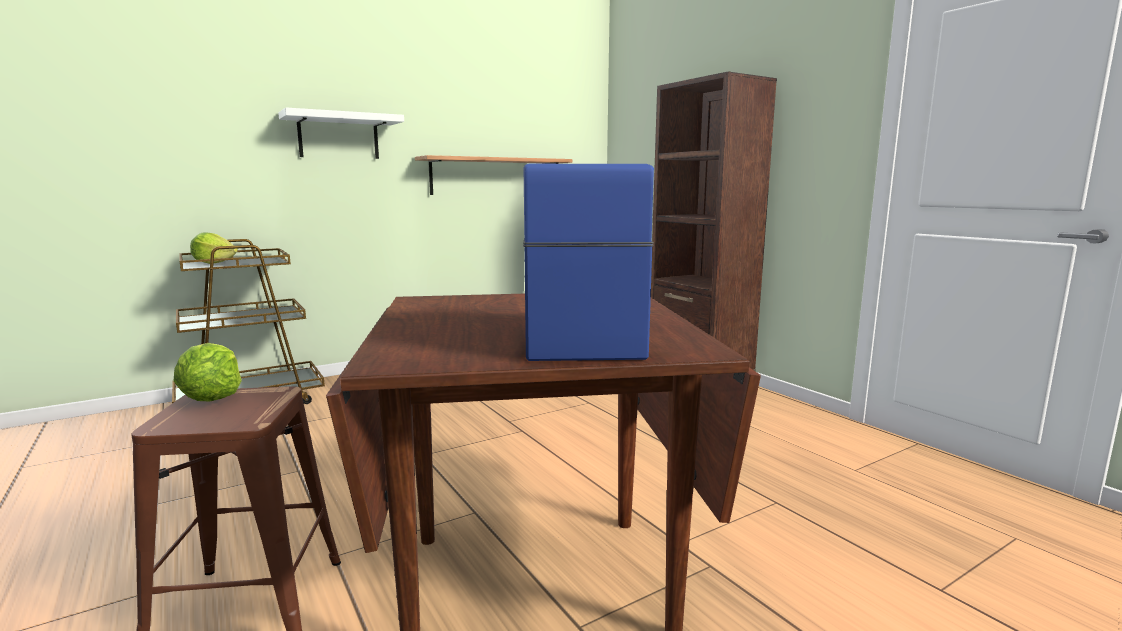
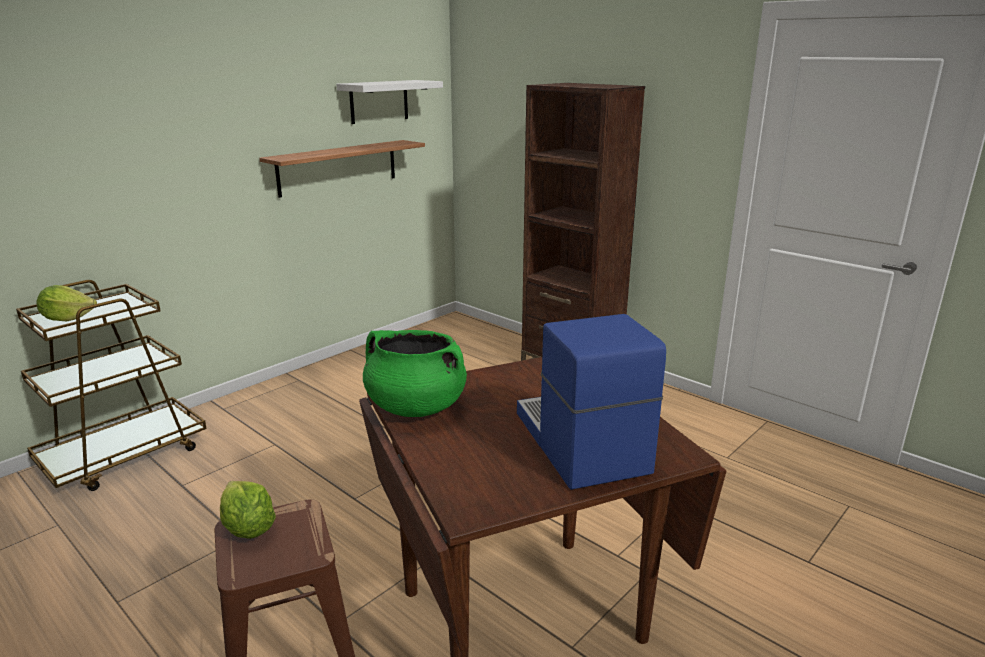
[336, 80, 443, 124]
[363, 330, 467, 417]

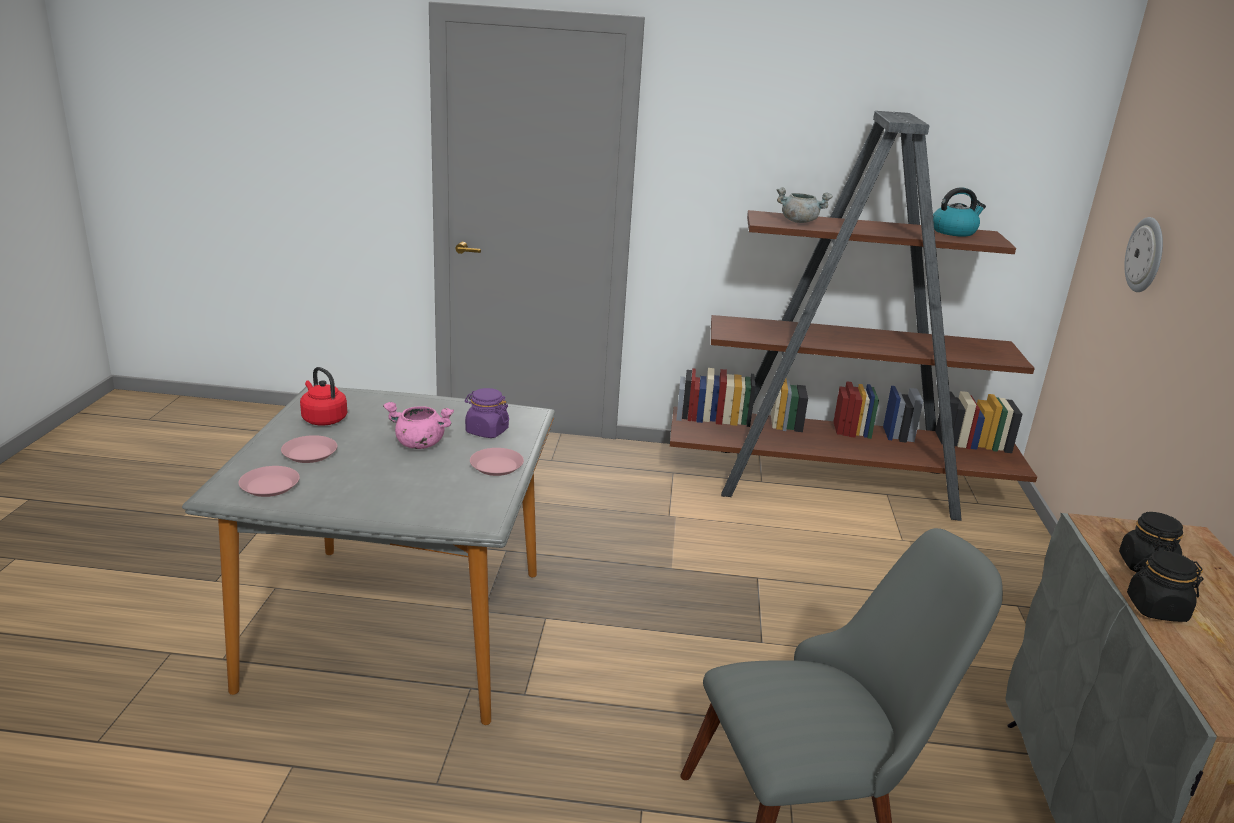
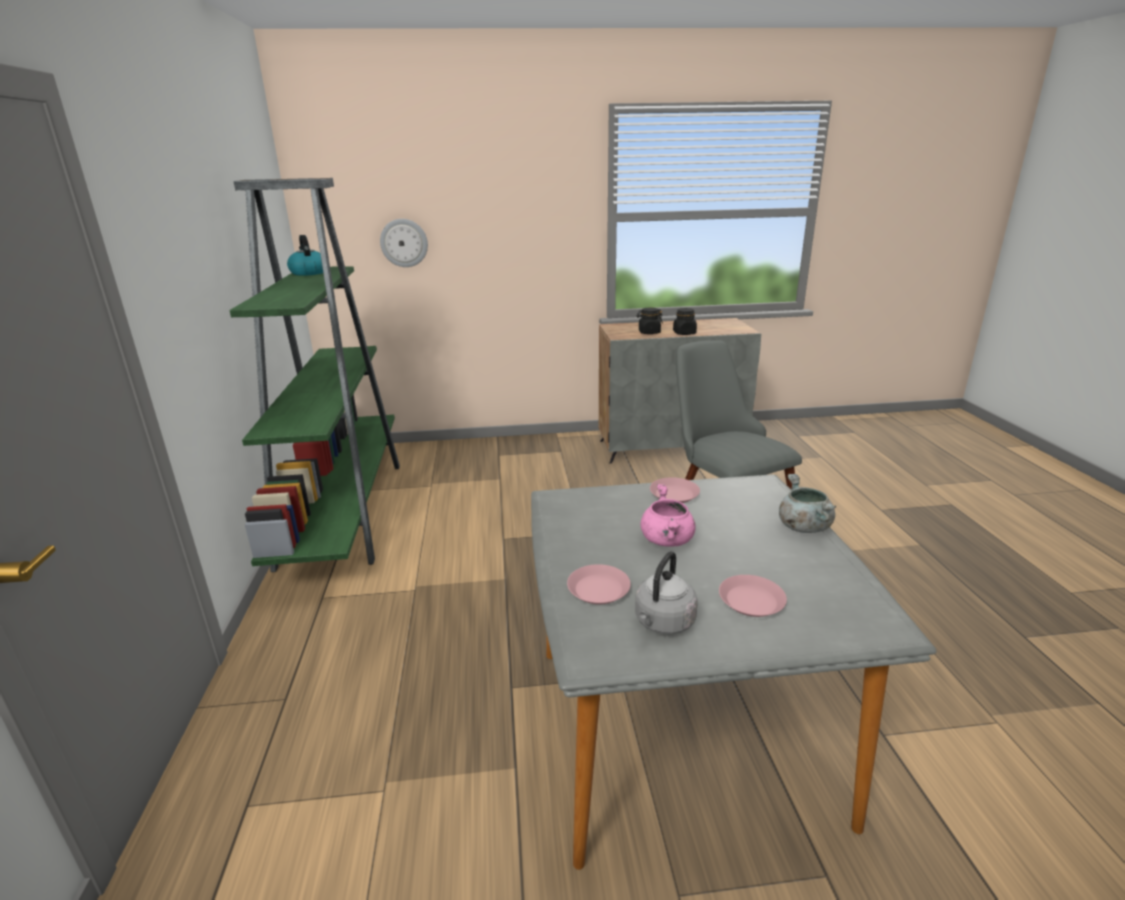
[567, 564, 631, 604]
[635, 551, 698, 634]
[465, 388, 509, 438] (first image)
[229, 178, 400, 572]
[779, 474, 836, 533]

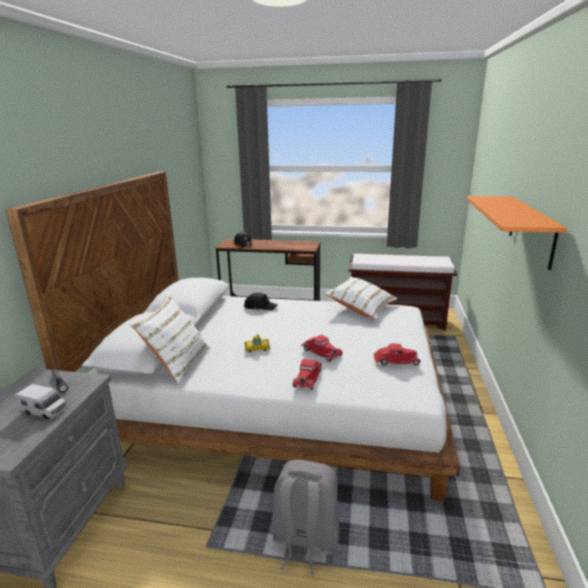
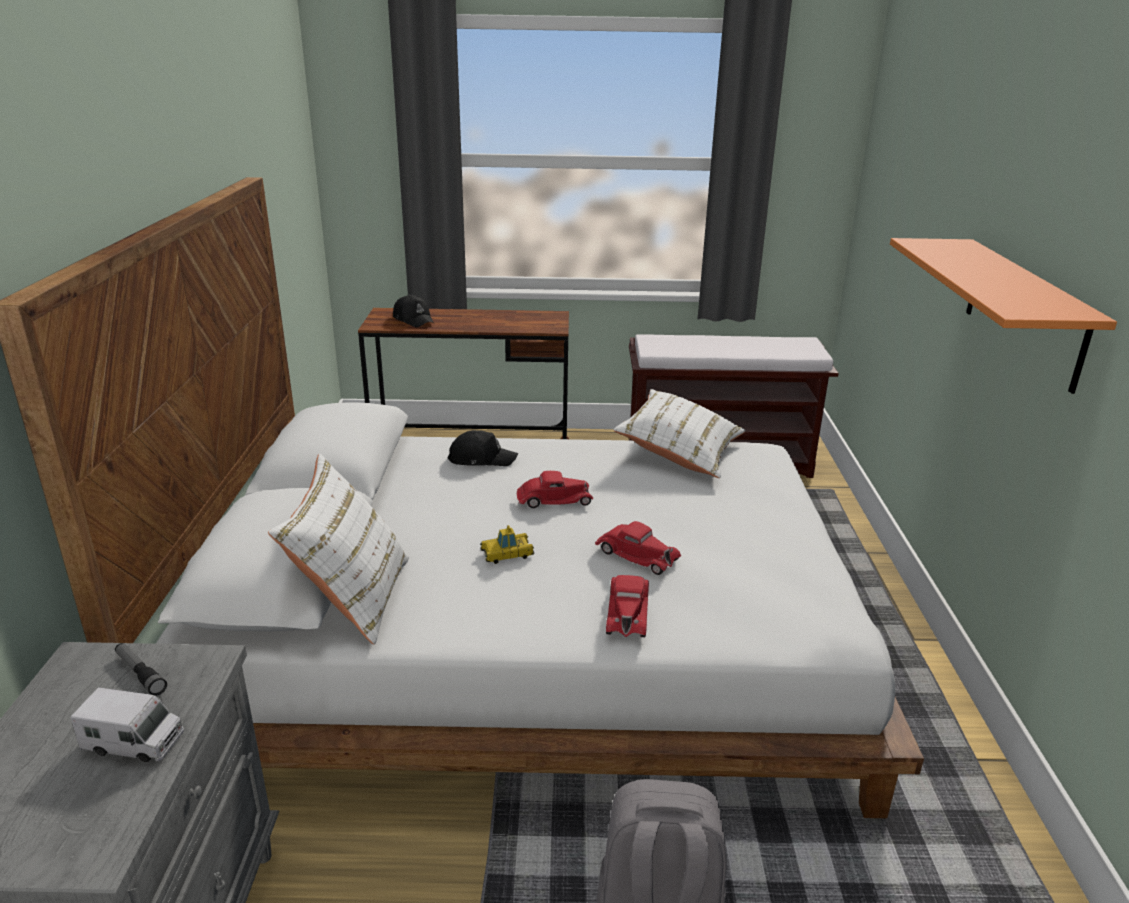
[517, 471, 593, 508]

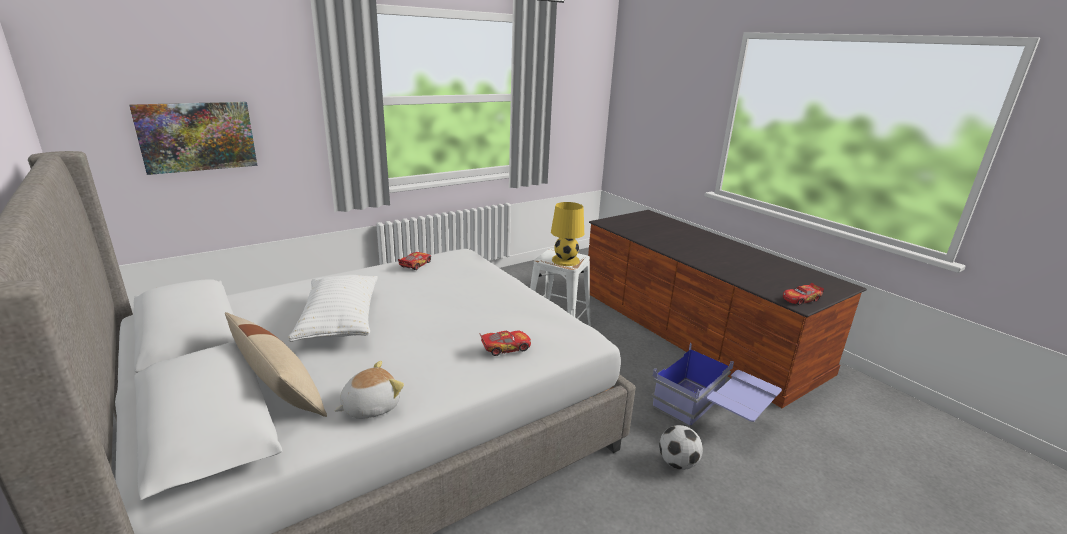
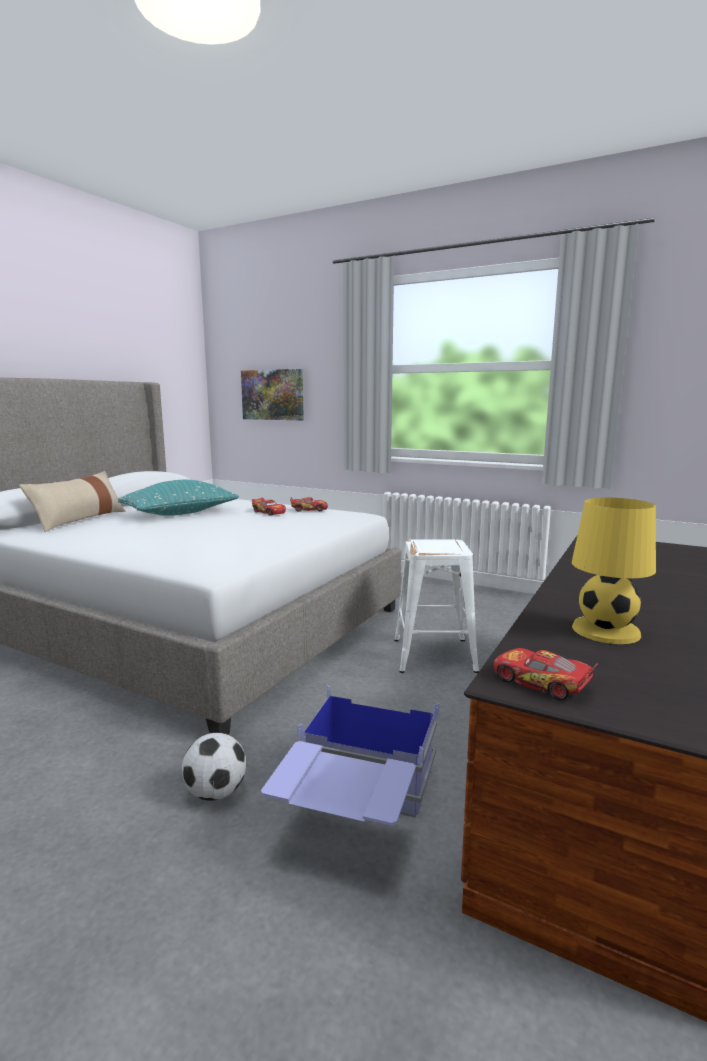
[118, 480, 239, 516]
[334, 361, 404, 419] (first image)
[252, 498, 286, 515]
[572, 498, 656, 644]

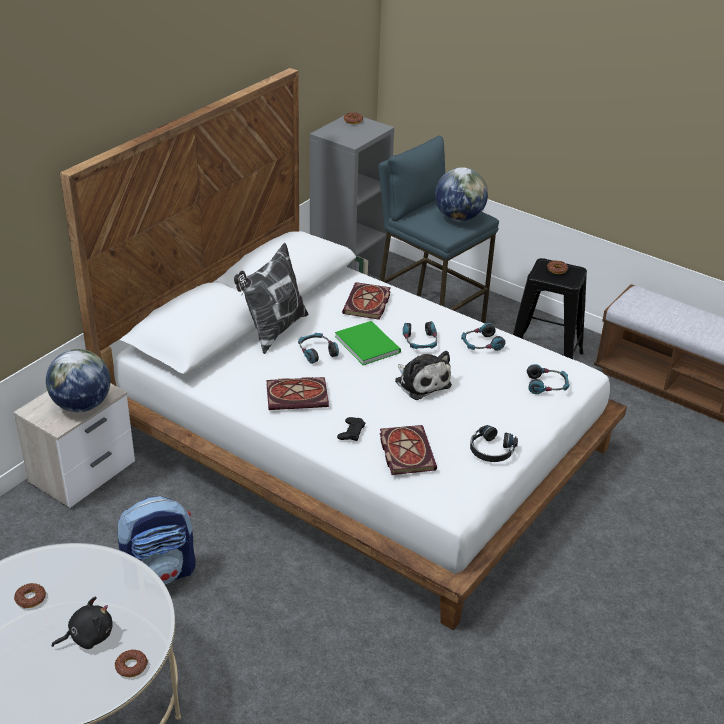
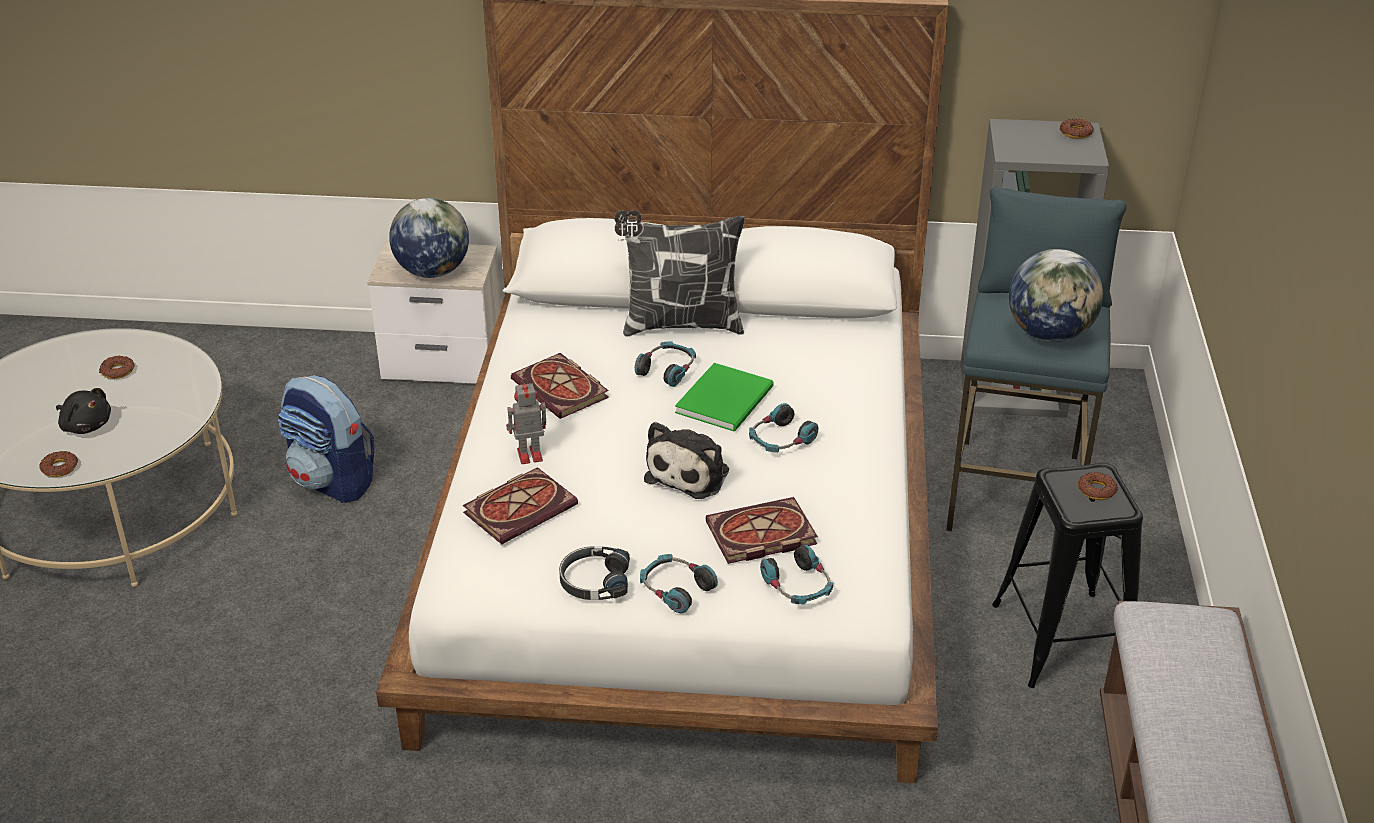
[506, 378, 546, 464]
[706, 497, 818, 564]
[640, 554, 718, 613]

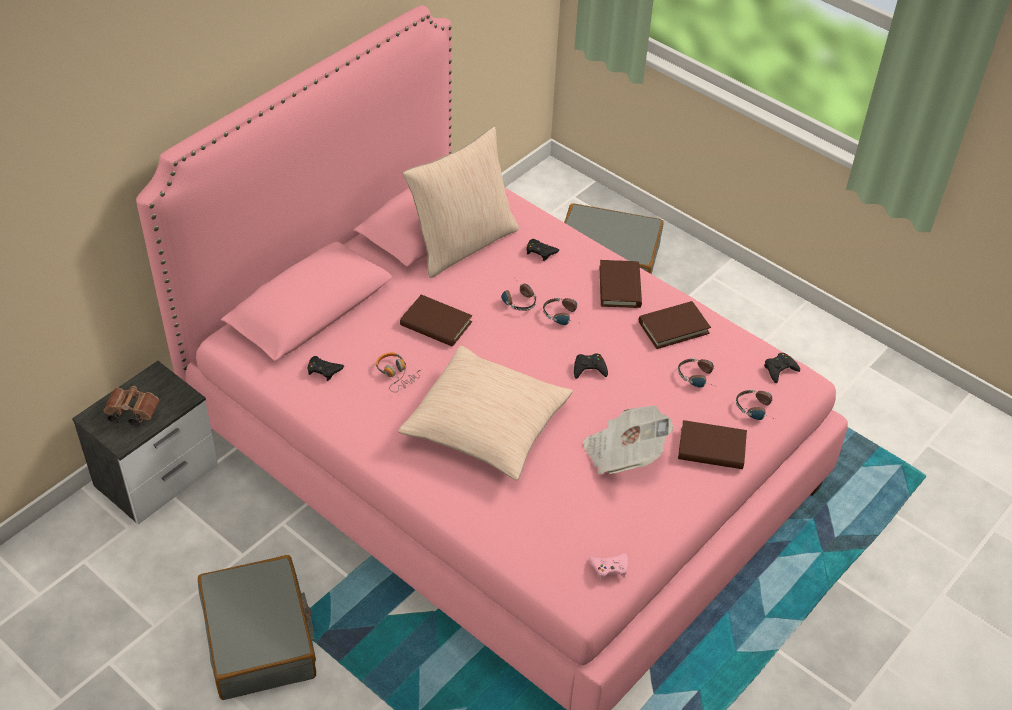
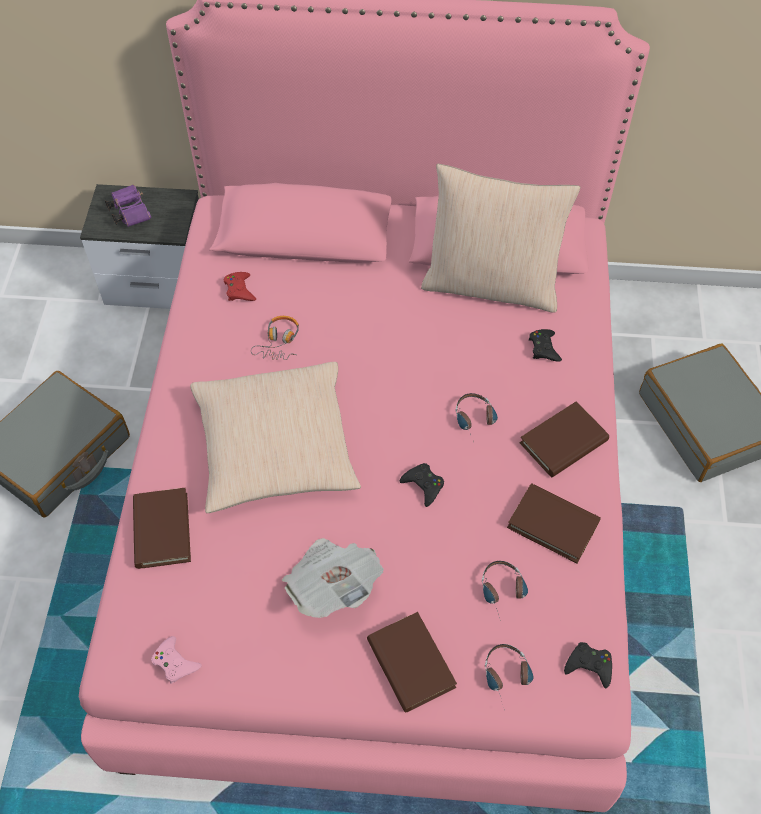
[105, 184, 151, 227]
[224, 272, 256, 301]
[133, 488, 191, 569]
[501, 282, 536, 311] (first image)

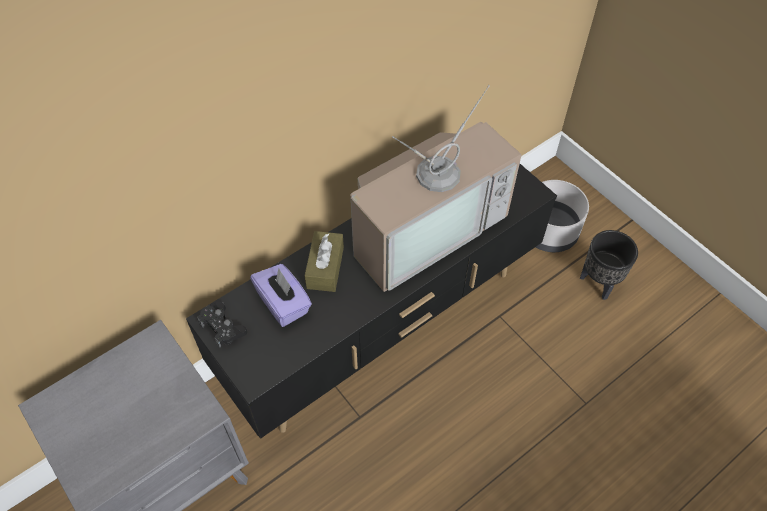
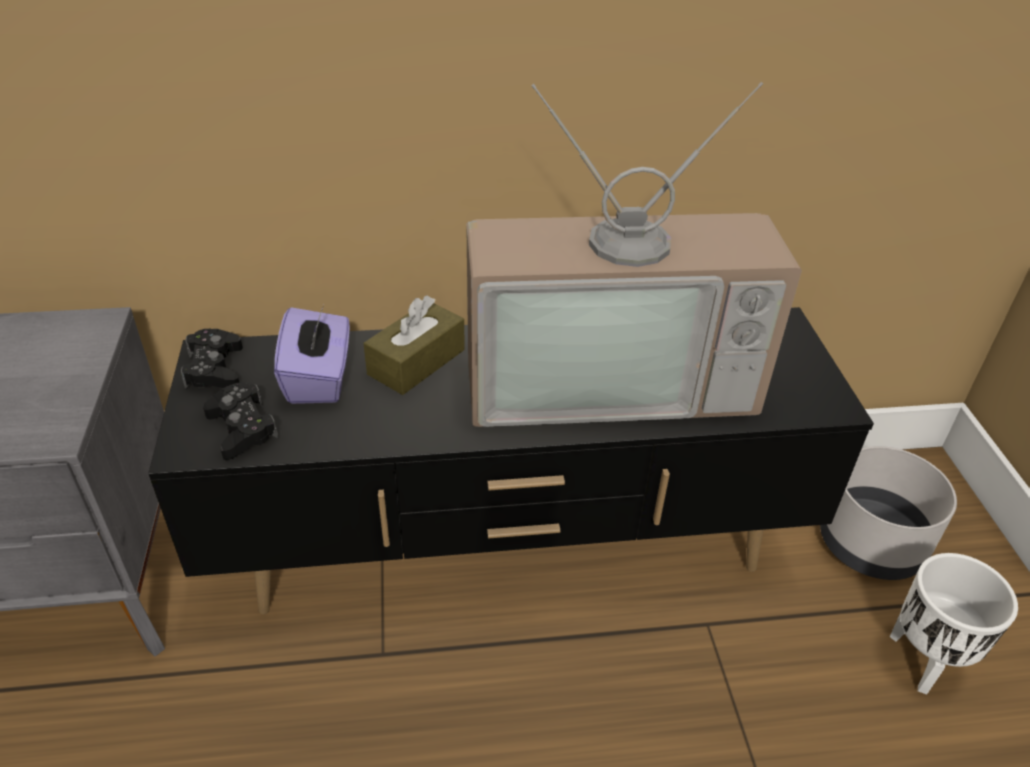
[890, 553, 1018, 695]
[203, 383, 279, 460]

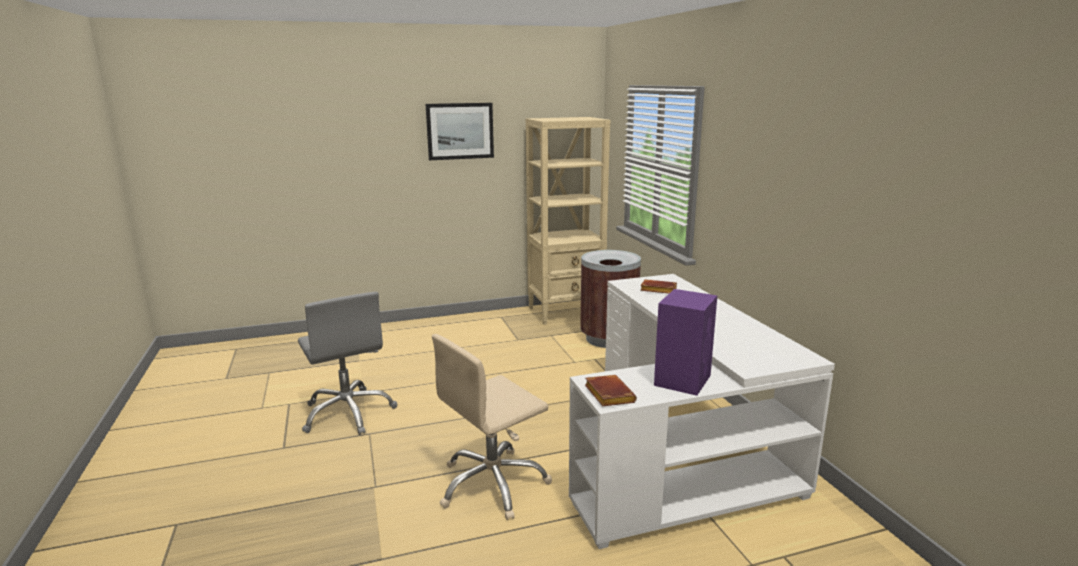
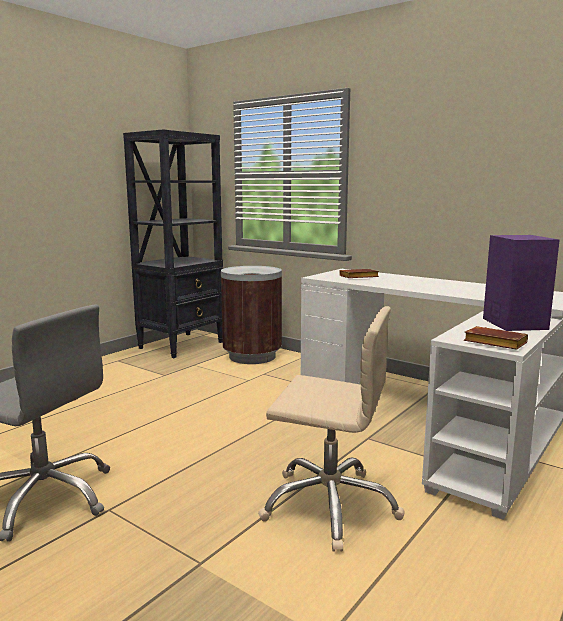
[426, 103, 494, 160] (first image)
[258, 306, 405, 552]
[123, 129, 223, 358]

